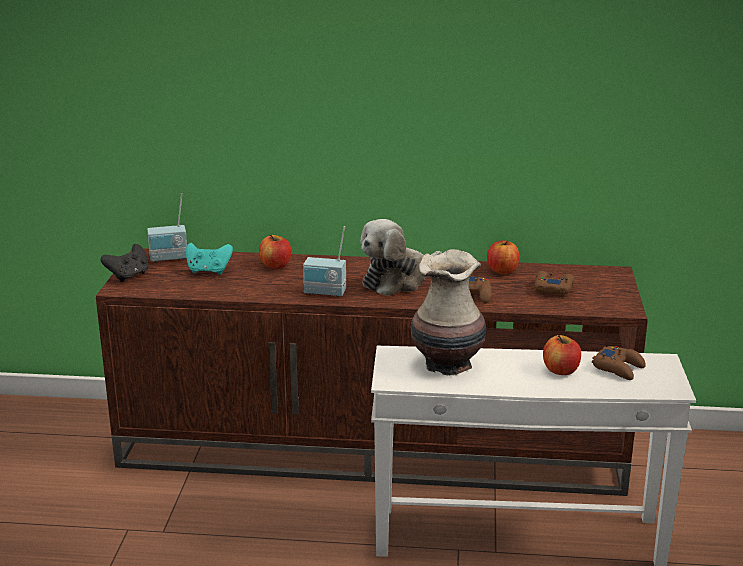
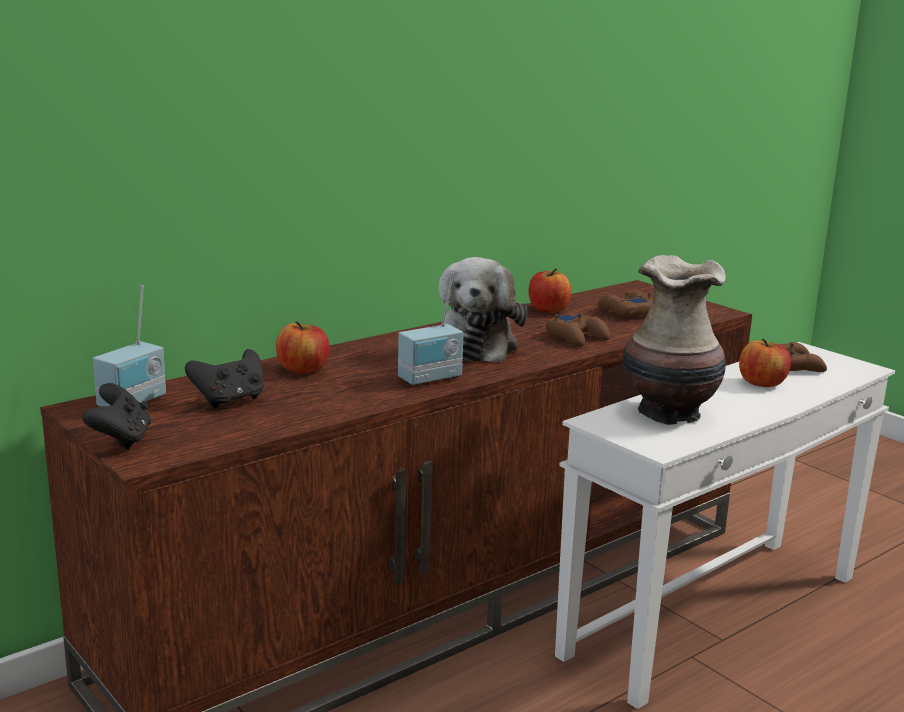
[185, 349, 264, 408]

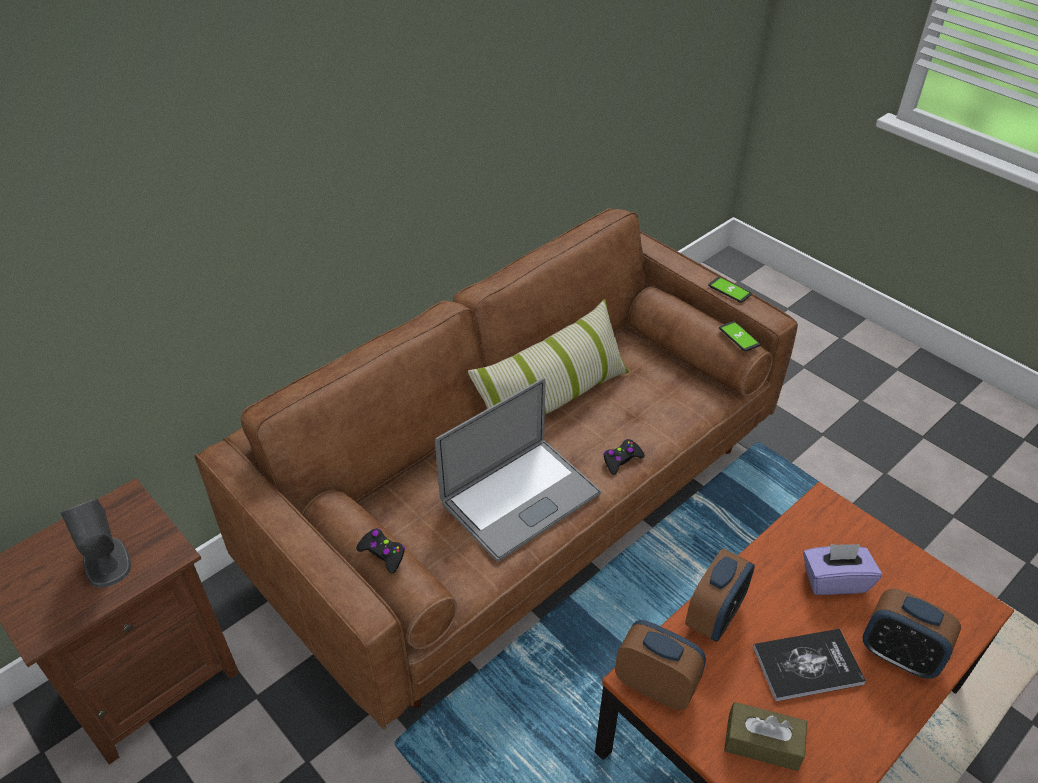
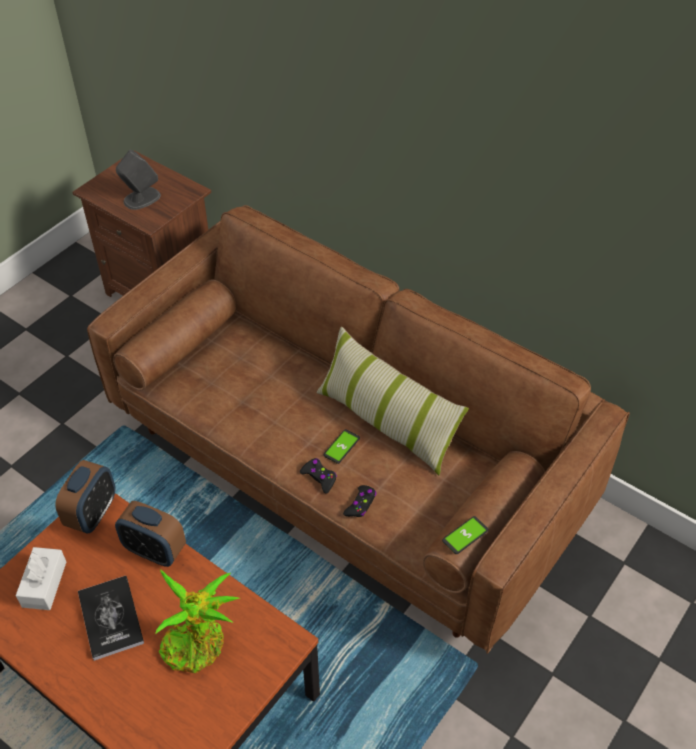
[343, 485, 376, 517]
[435, 378, 601, 562] (first image)
[323, 429, 360, 464]
[16, 547, 66, 610]
[155, 569, 240, 673]
[862, 589, 961, 679] (first image)

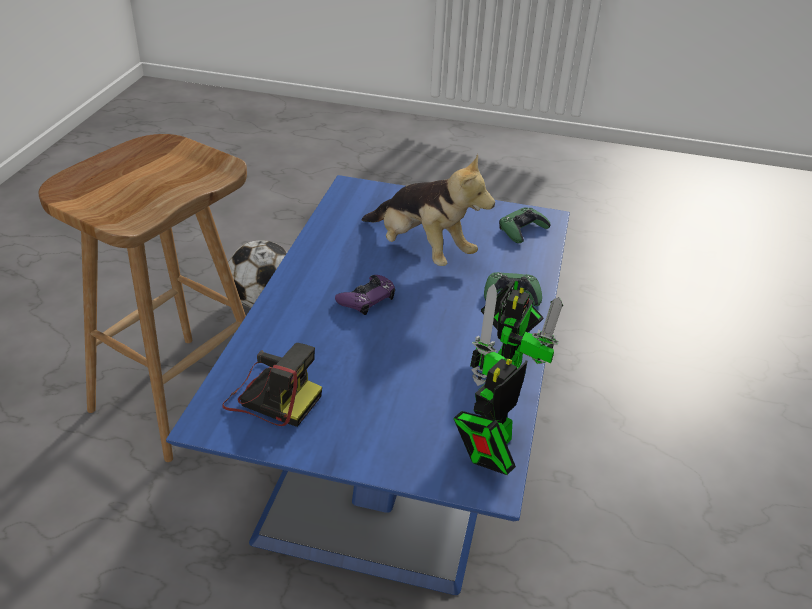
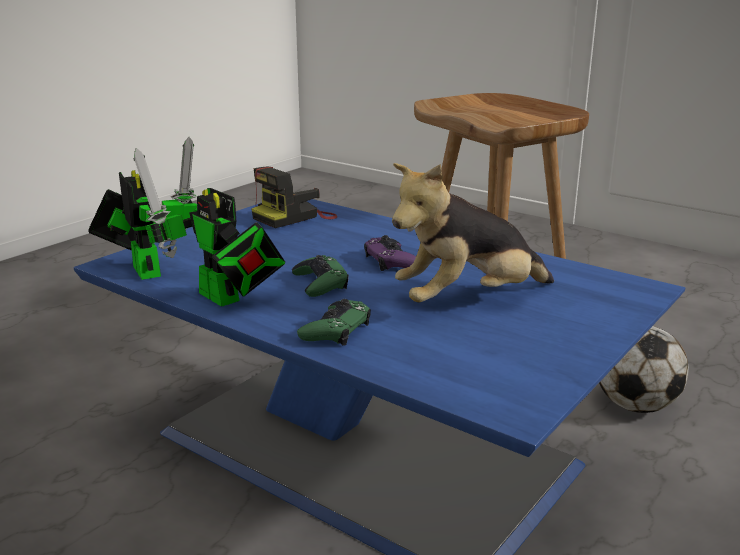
[292, 255, 349, 297]

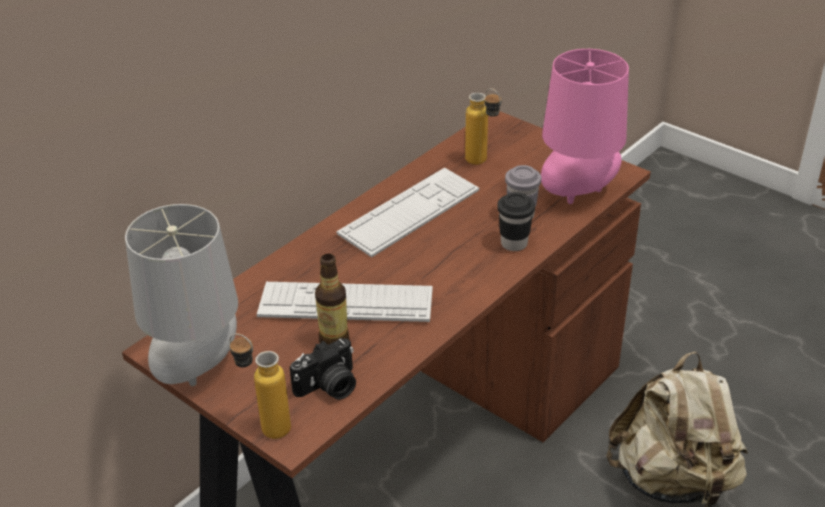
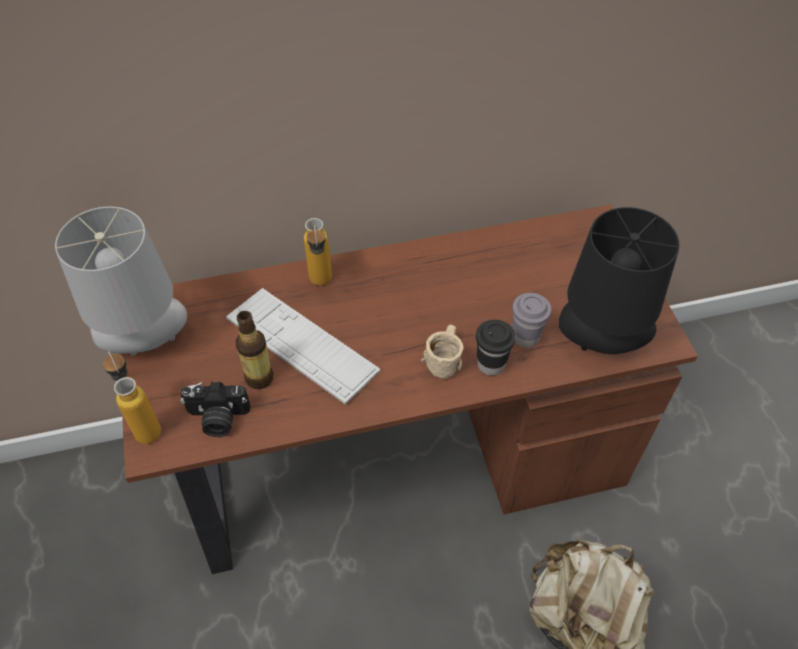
[337, 168, 479, 258] (first image)
[304, 218, 332, 286]
[559, 207, 679, 354]
[421, 325, 464, 379]

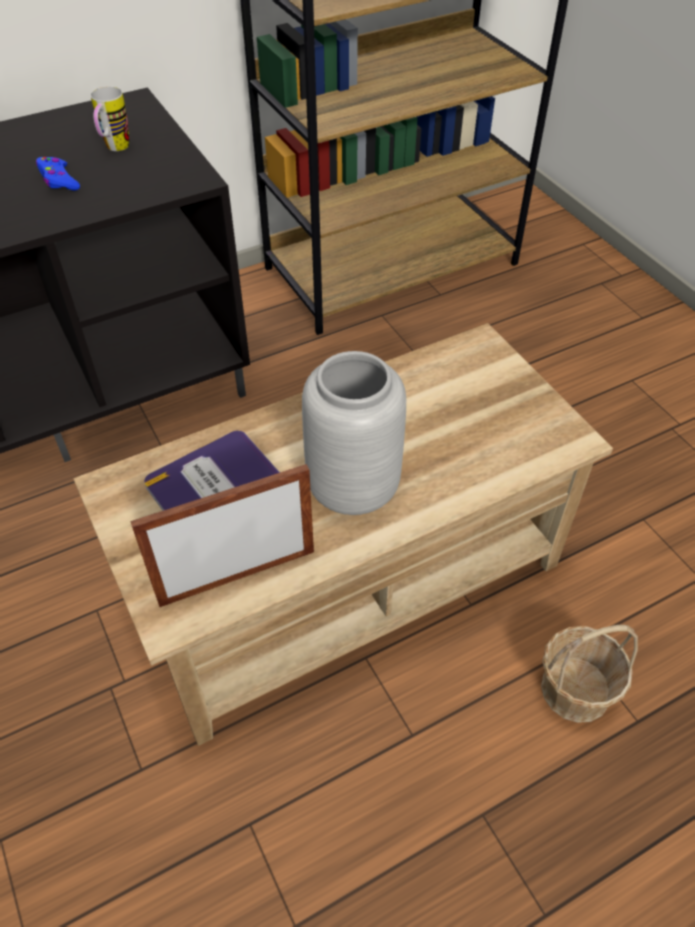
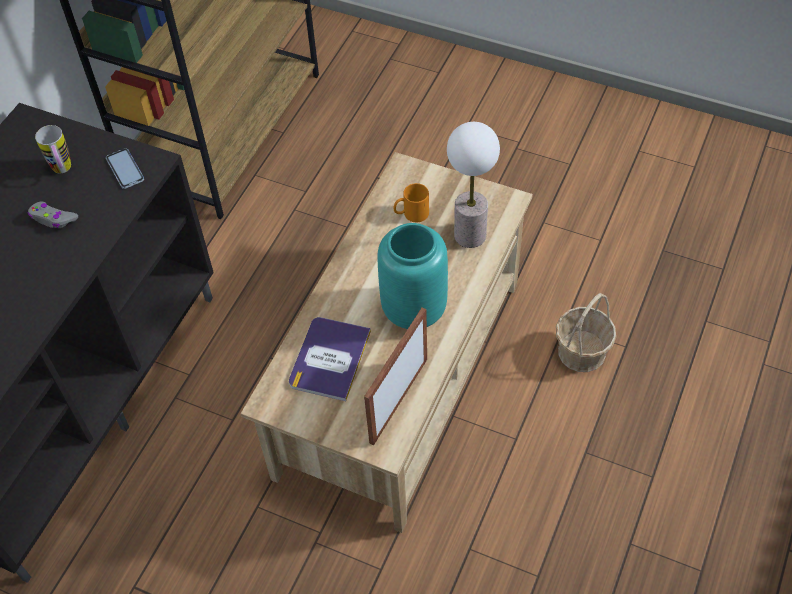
[28, 202, 78, 228]
[378, 223, 448, 329]
[106, 148, 144, 189]
[393, 183, 429, 222]
[447, 122, 500, 248]

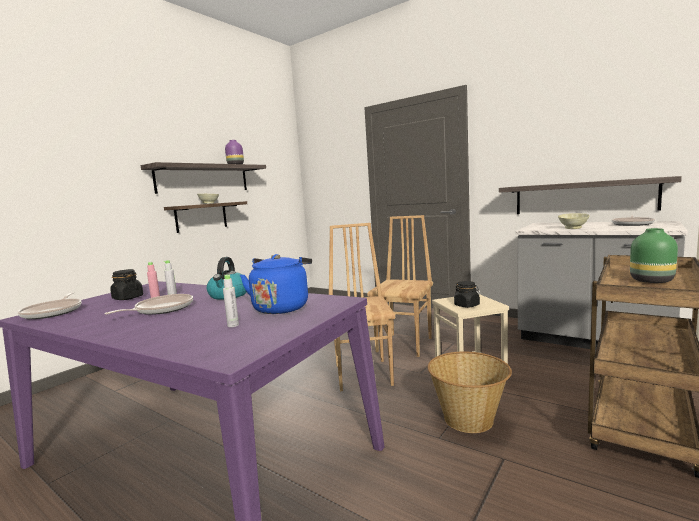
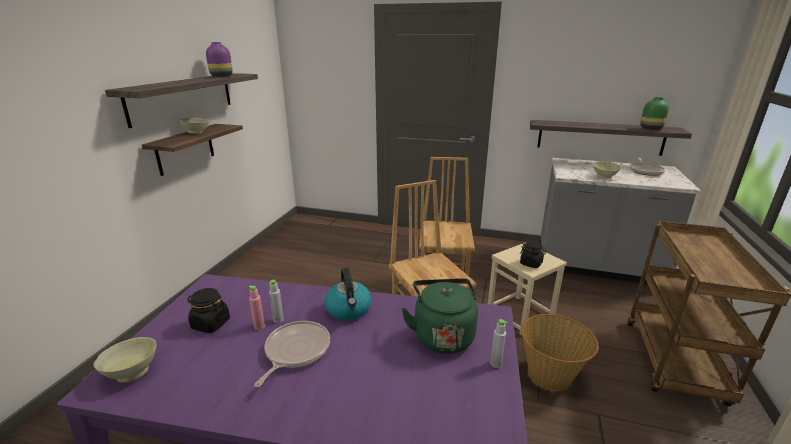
[93, 337, 157, 383]
[490, 319, 507, 368]
[401, 278, 478, 354]
[640, 97, 669, 130]

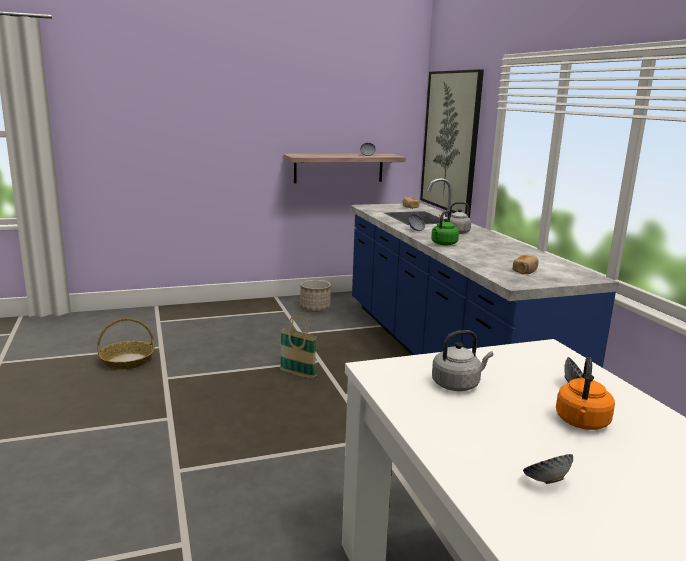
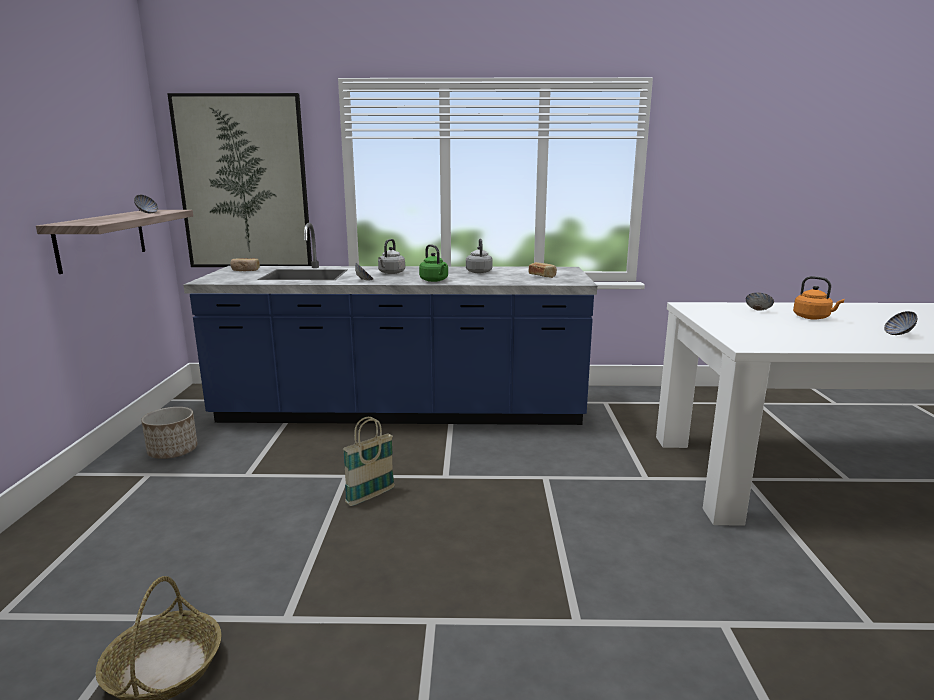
[466, 239, 493, 273]

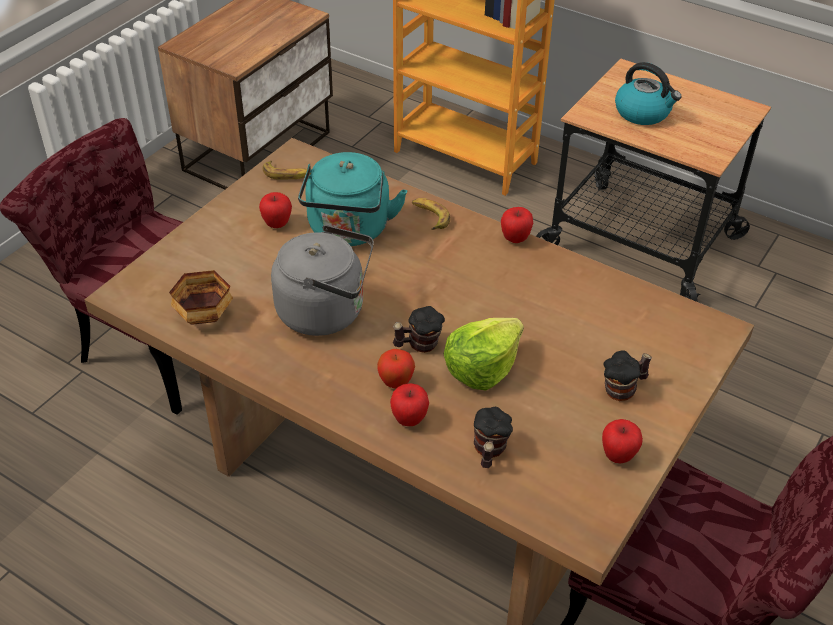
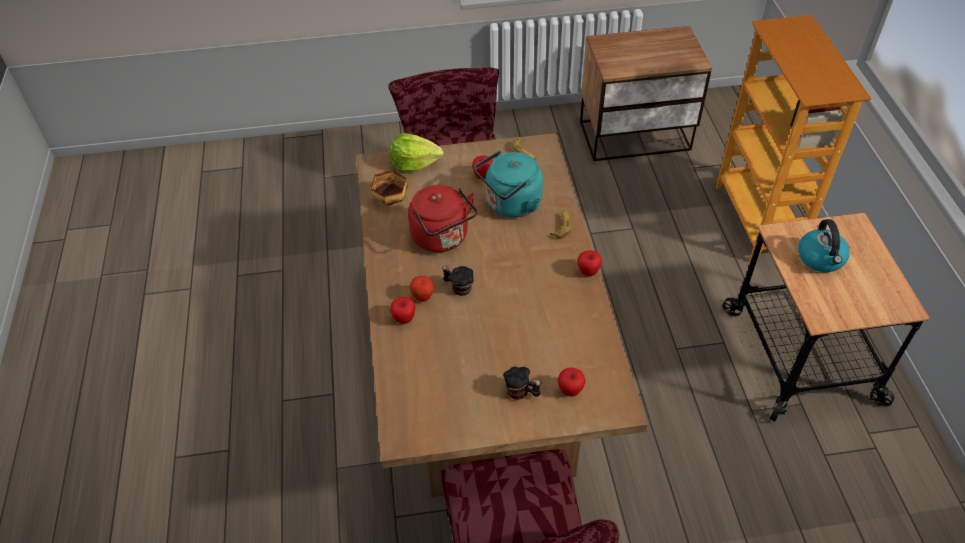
[408, 185, 477, 252]
[389, 133, 443, 172]
[474, 407, 513, 468] (first image)
[558, 368, 586, 397]

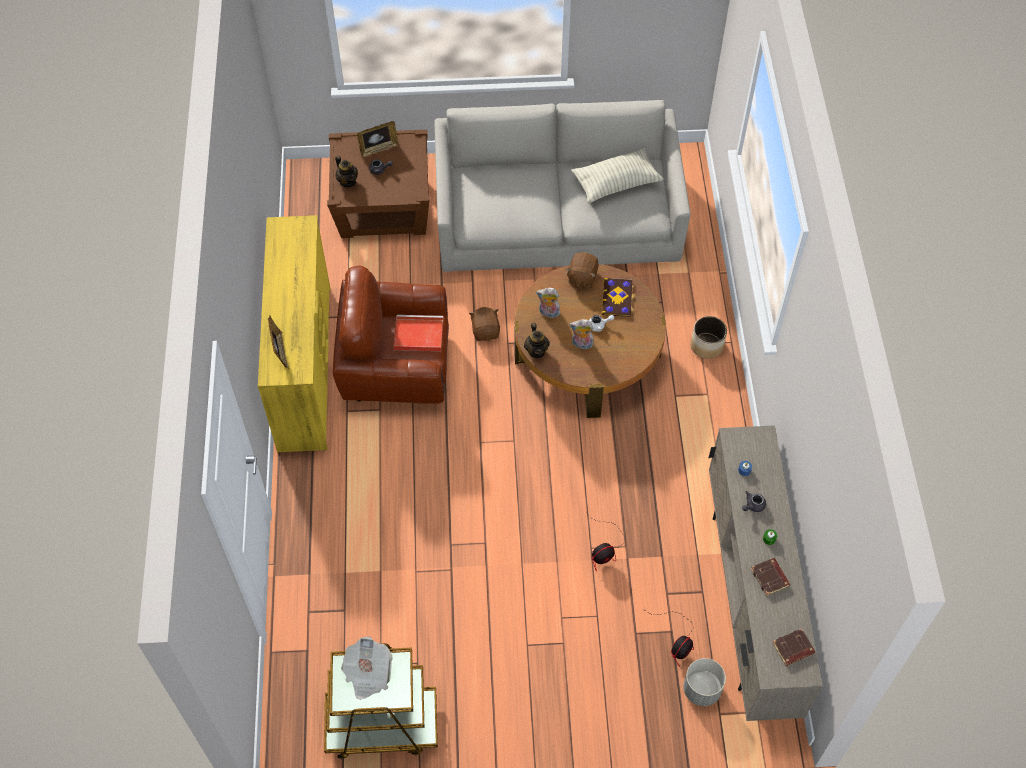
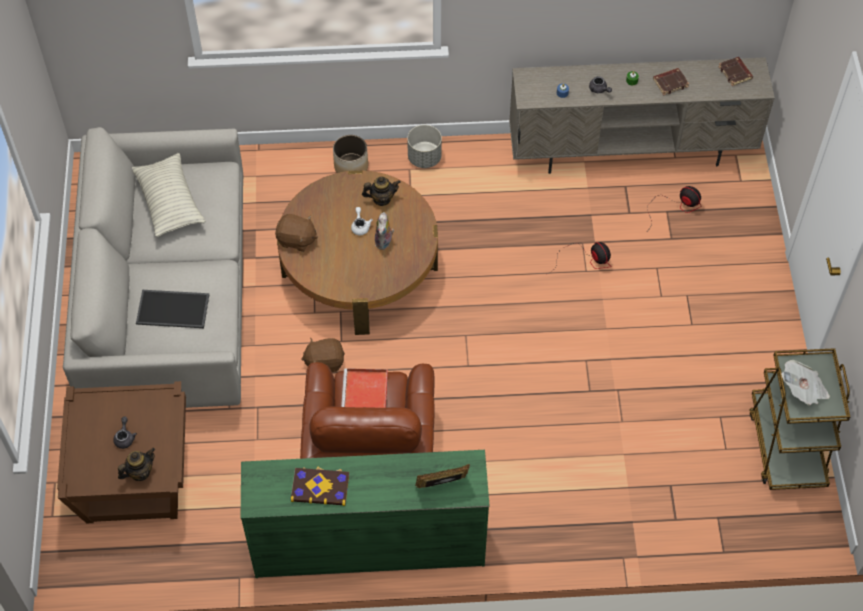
[241, 450, 490, 578]
[357, 121, 399, 157] (first image)
[362, 177, 401, 206]
[536, 288, 560, 318] (first image)
[291, 467, 349, 506]
[407, 125, 442, 168]
[136, 290, 209, 328]

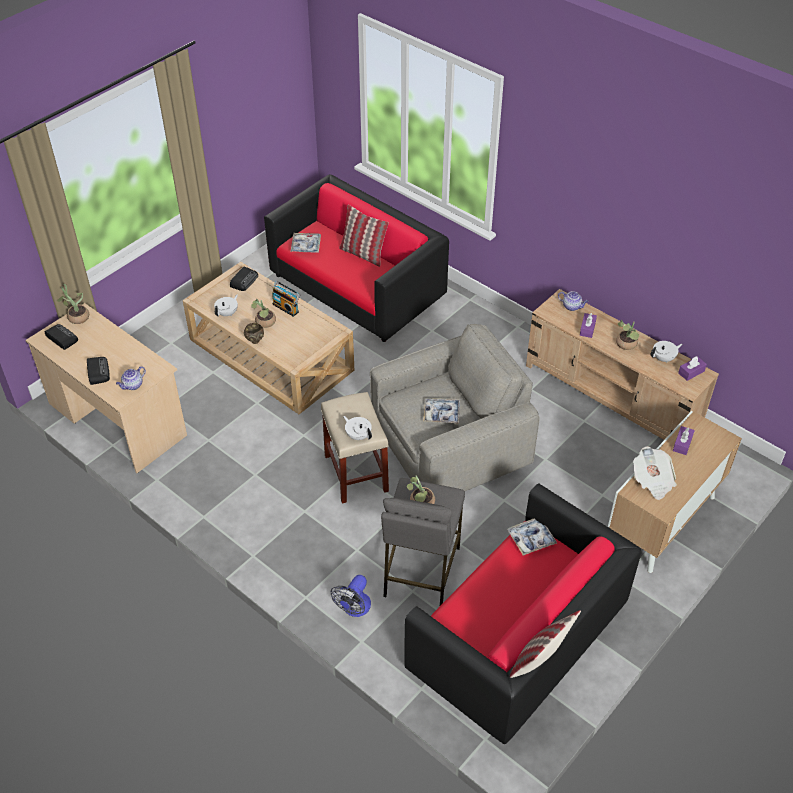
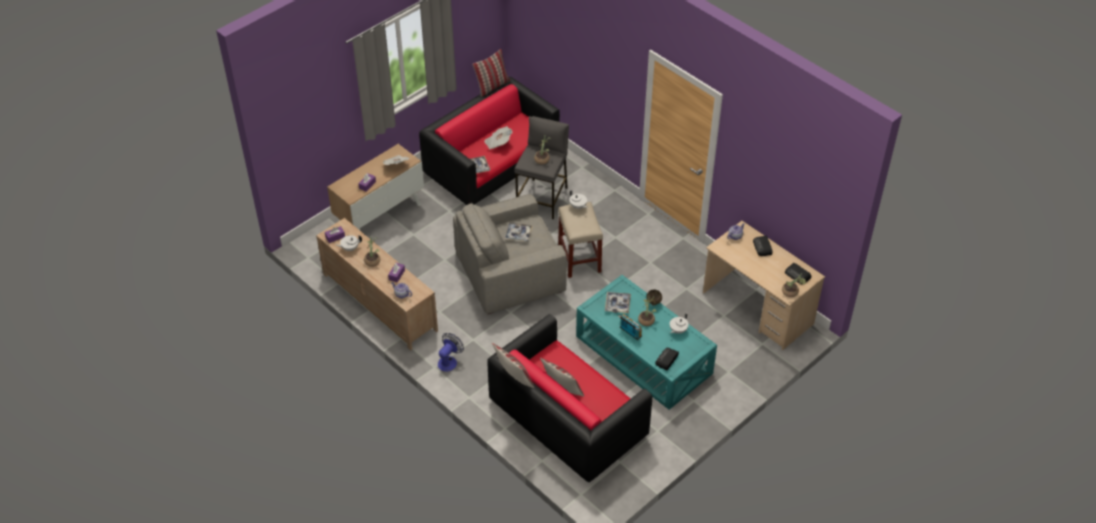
[576, 275, 717, 410]
[605, 292, 631, 313]
[438, 333, 464, 372]
[484, 126, 513, 150]
[492, 343, 534, 388]

